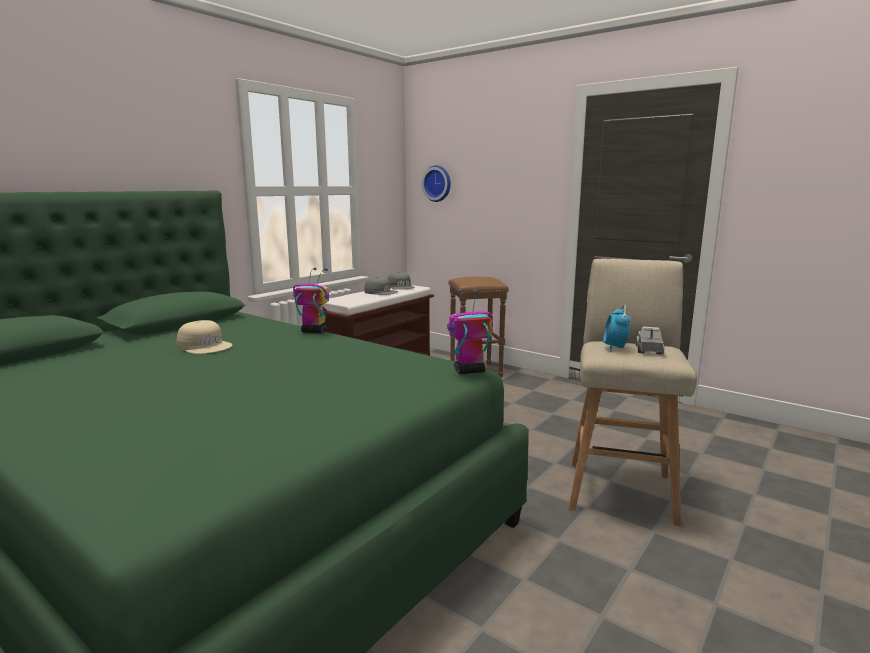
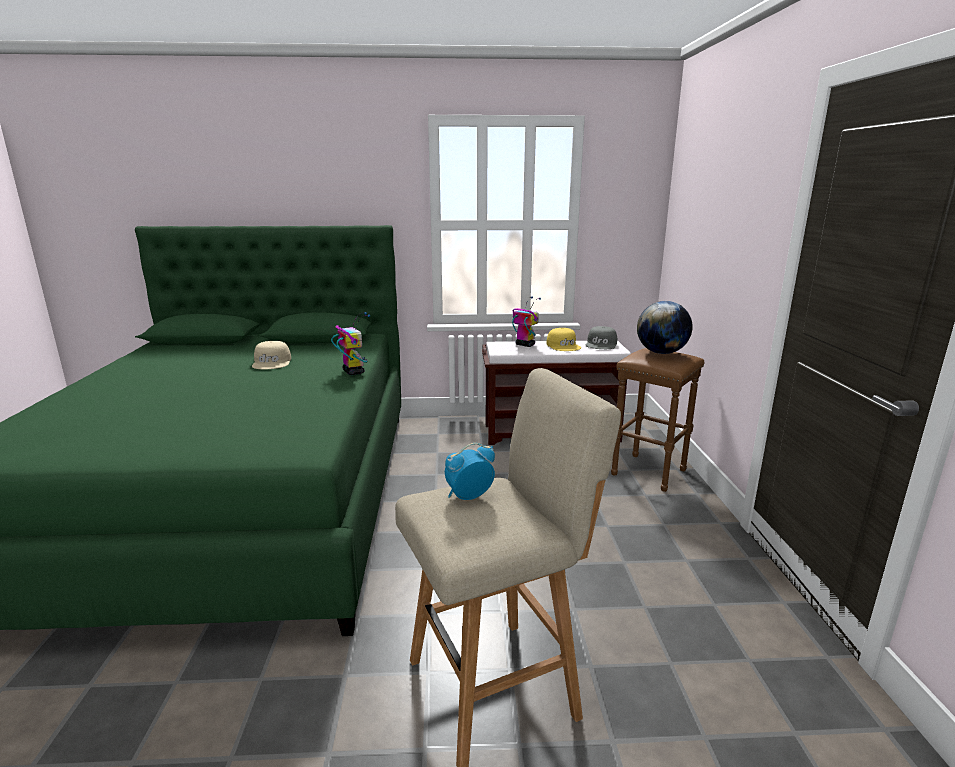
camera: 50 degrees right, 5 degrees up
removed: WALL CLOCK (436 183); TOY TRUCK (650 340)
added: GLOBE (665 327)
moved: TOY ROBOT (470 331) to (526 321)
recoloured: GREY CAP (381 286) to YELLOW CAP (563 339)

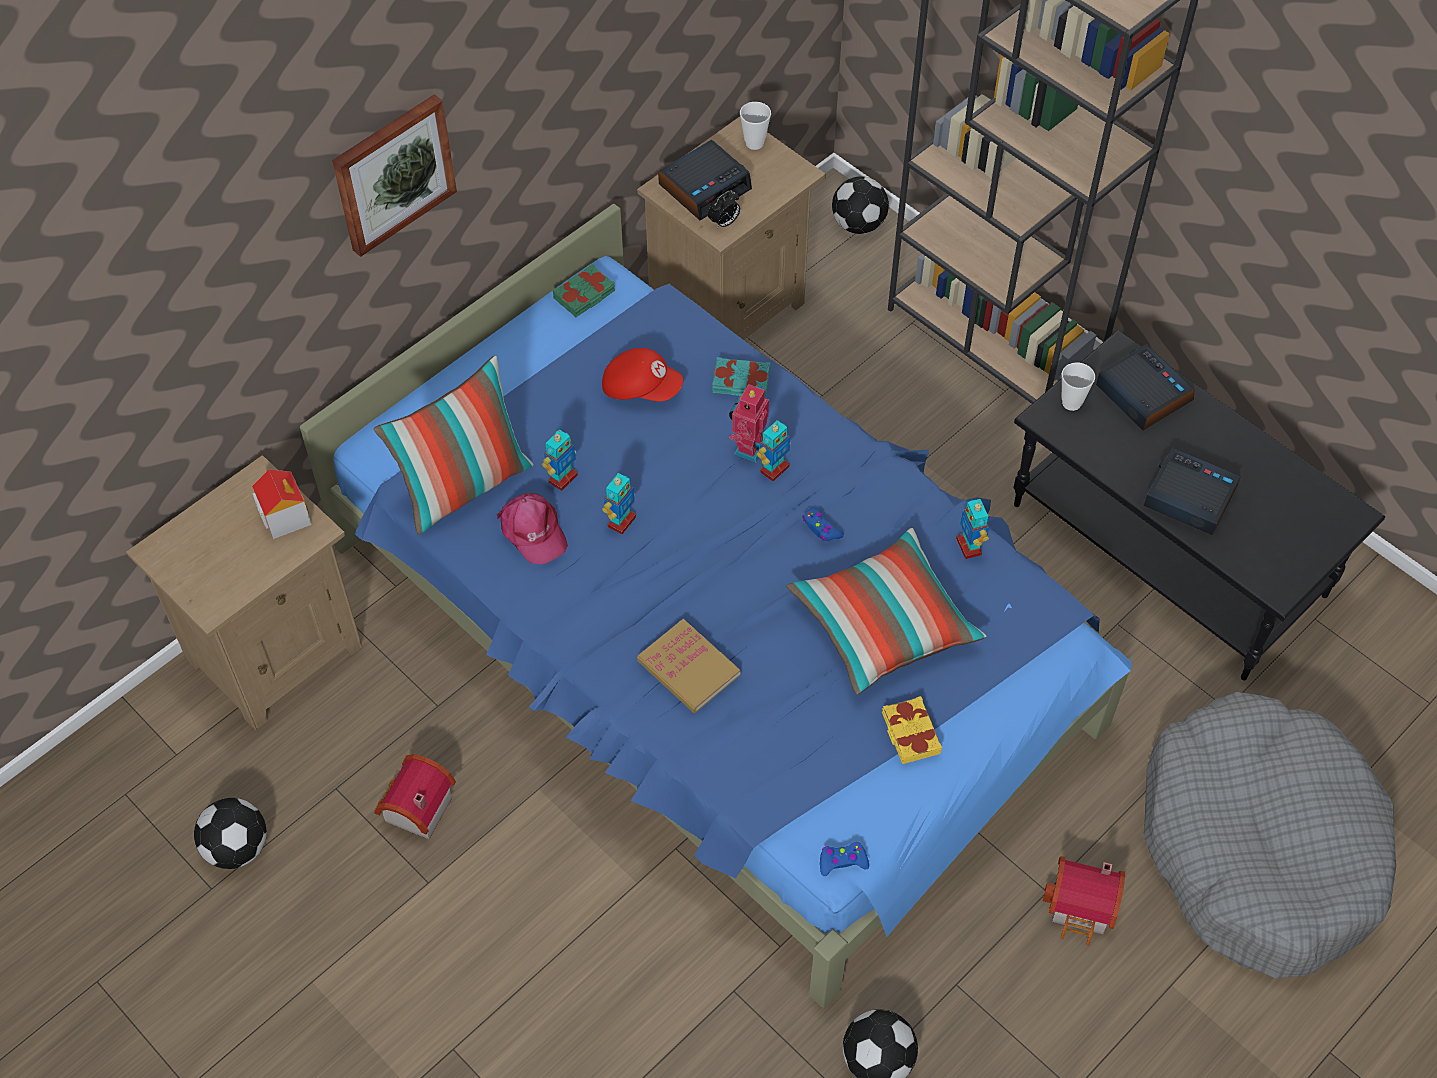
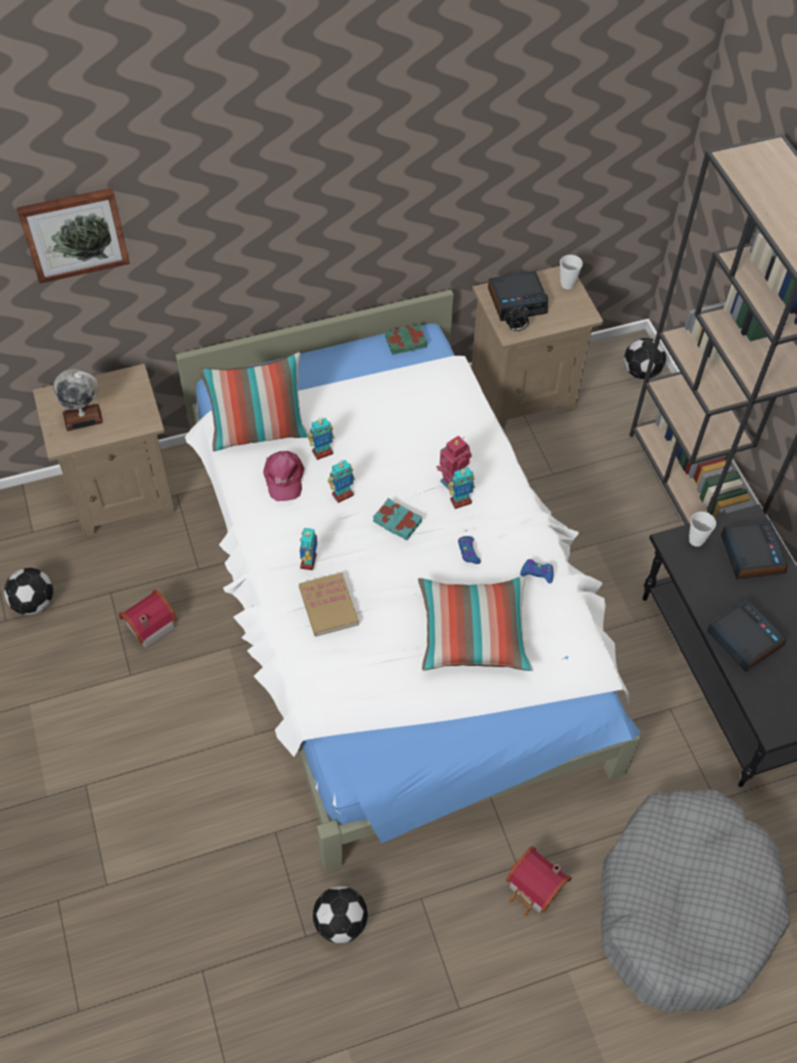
camera: 25 degrees right, 0 degrees up
removed: TOY HOUSE (282 504); RED CAP (642 375); YELLOW BOOK (912 730)
added: GLOBE (78 400)
moved: PICTURE (394 175) to (73 236); TURQUOISE BOOK (741 377) to (397 519); BLUE GAME CONTROLLER (844 859) to (537 571); TOY ROBOT (972 529) to (308 549)
recoloured: BLUE BED (716 606) to WHITE BED (408 580)

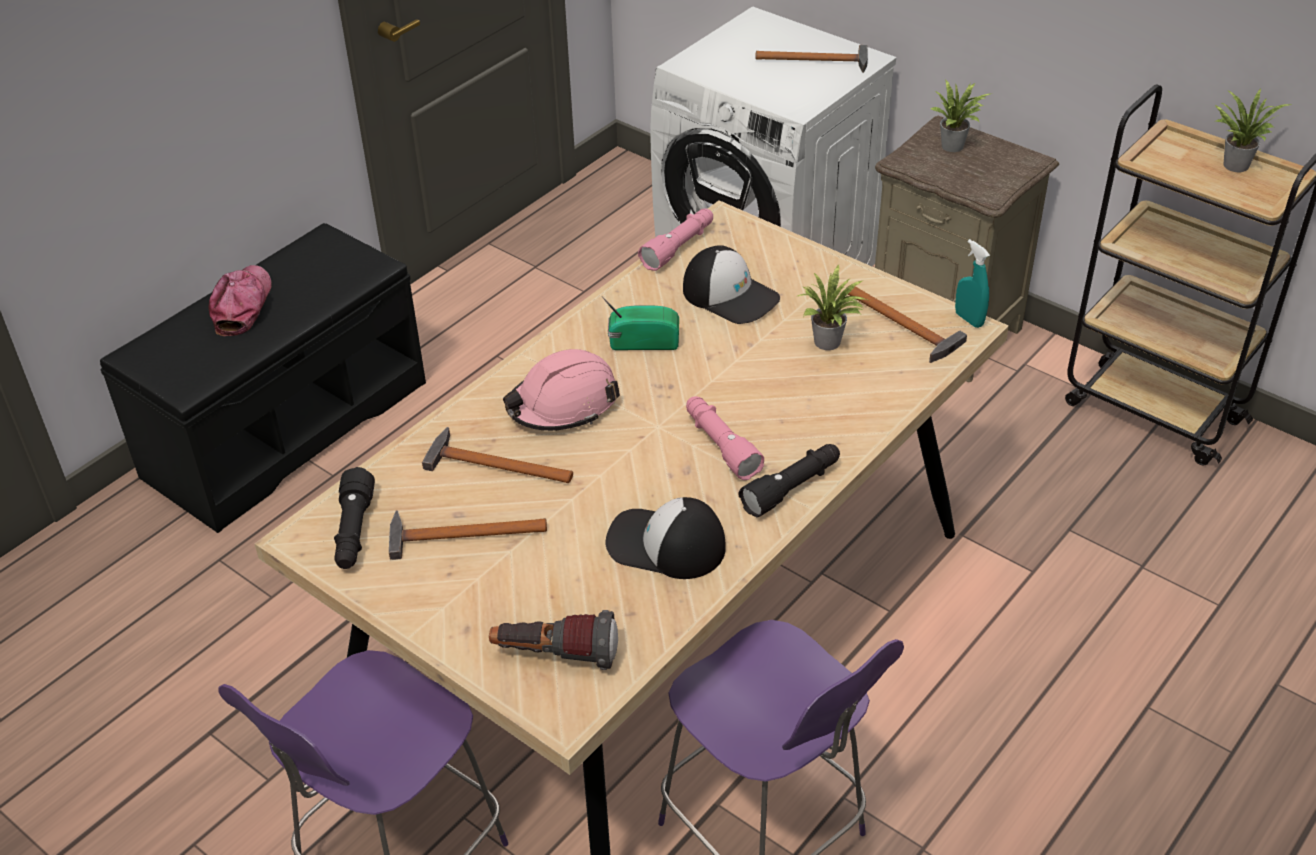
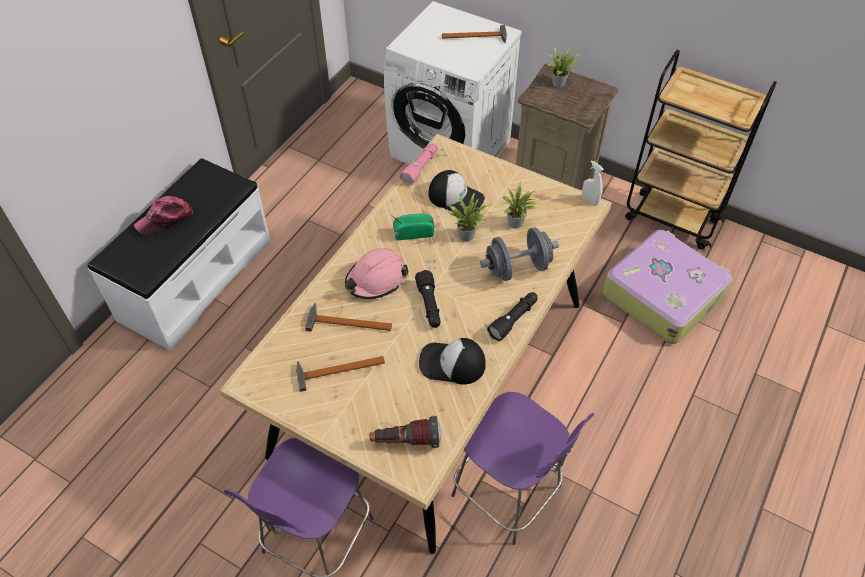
camera: 10 degrees left, 10 degrees up
removed: PINK FLASHLIGHT (725 438); HAMMER (907 324)
added: GREY DUMBBELL (519 254); SUITCASE (667 287)
moved: BLACK FLASHLIGHT (354 518) to (428 299); POTTED PLANT (1253 130) to (469 217)
recoloured: BLACK BENCH (263 378) to WHITE BENCH (179 255); TURQUOISE SPRAY BOTTLE (972 283) to WHITE SPRAY BOTTLE (593 183)
turned: CAP (240 300) = (163 216) 120 degrees counterclockwise

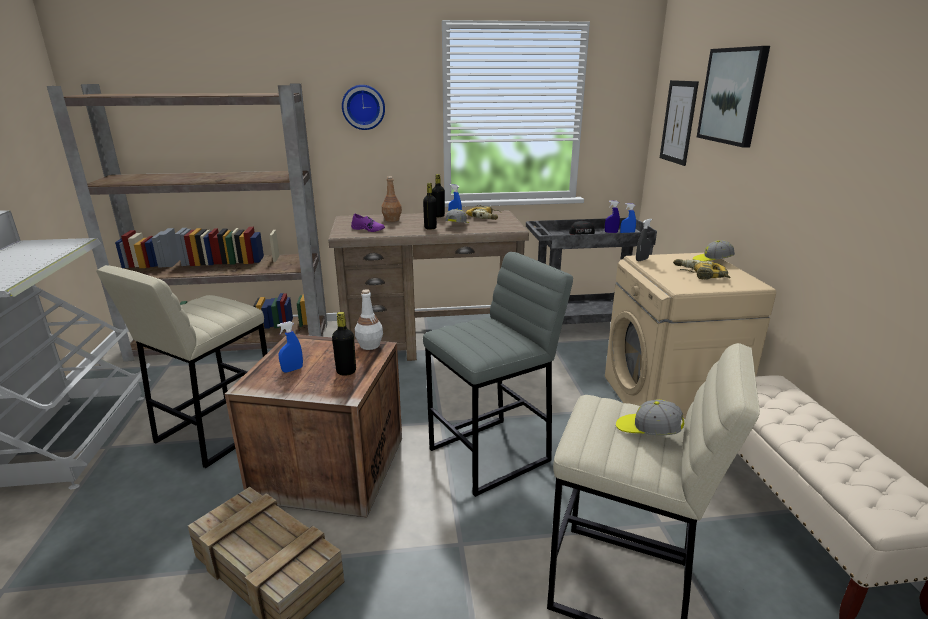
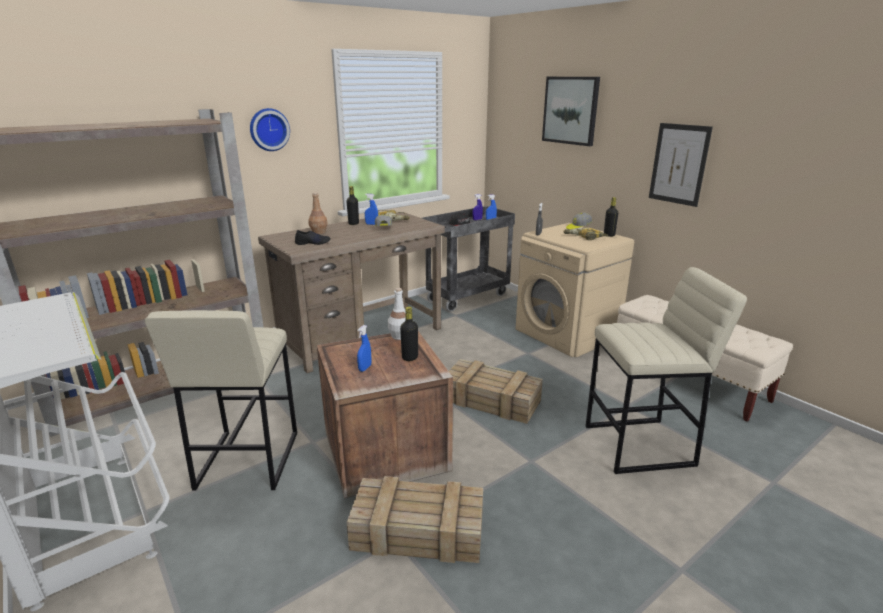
camera: 30 degrees left, 0 degrees up
removed: CAP (650 417)
moved: BLACK BOTTLE (430 206) to (611 217); PICTURE (679 123) to (681 165)
replaced: GREY STOOL (498 374) to CRATE (496 391)
recoloured: PURPLE SHOE (368 222) to BLACK SHOE (313 237)

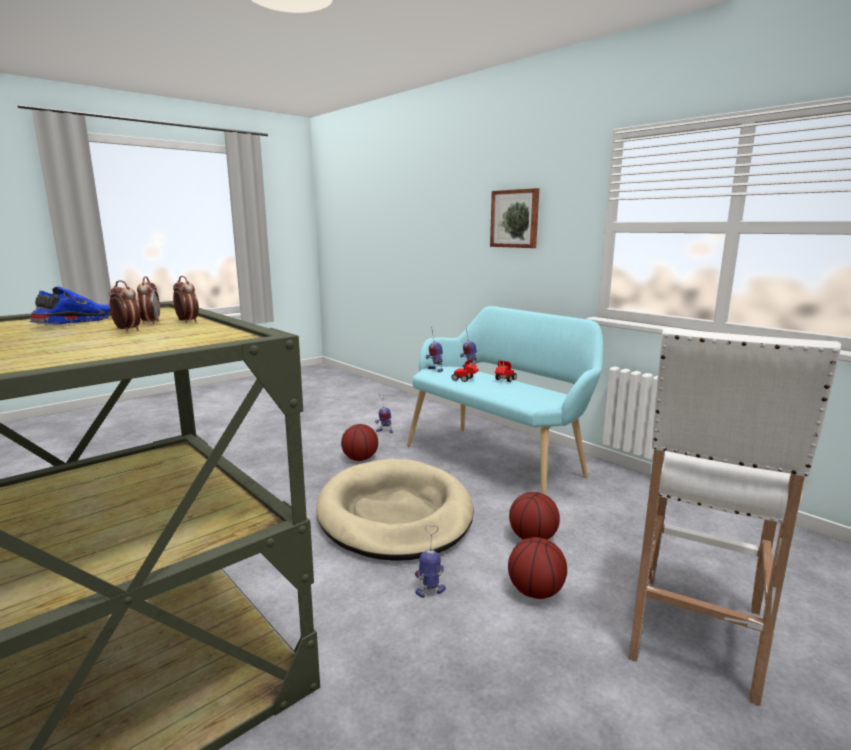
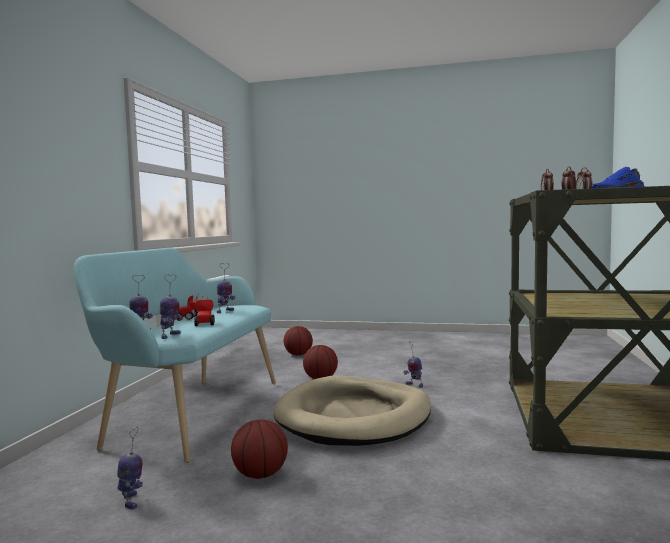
camera: 125 degrees left, 10 degrees down
removed: PICTURE (514 218); WHITE STOOL (734 516)
added: TOY ROBOT (226 288)
moved: BASKETBALL (537 568) to (298 340)

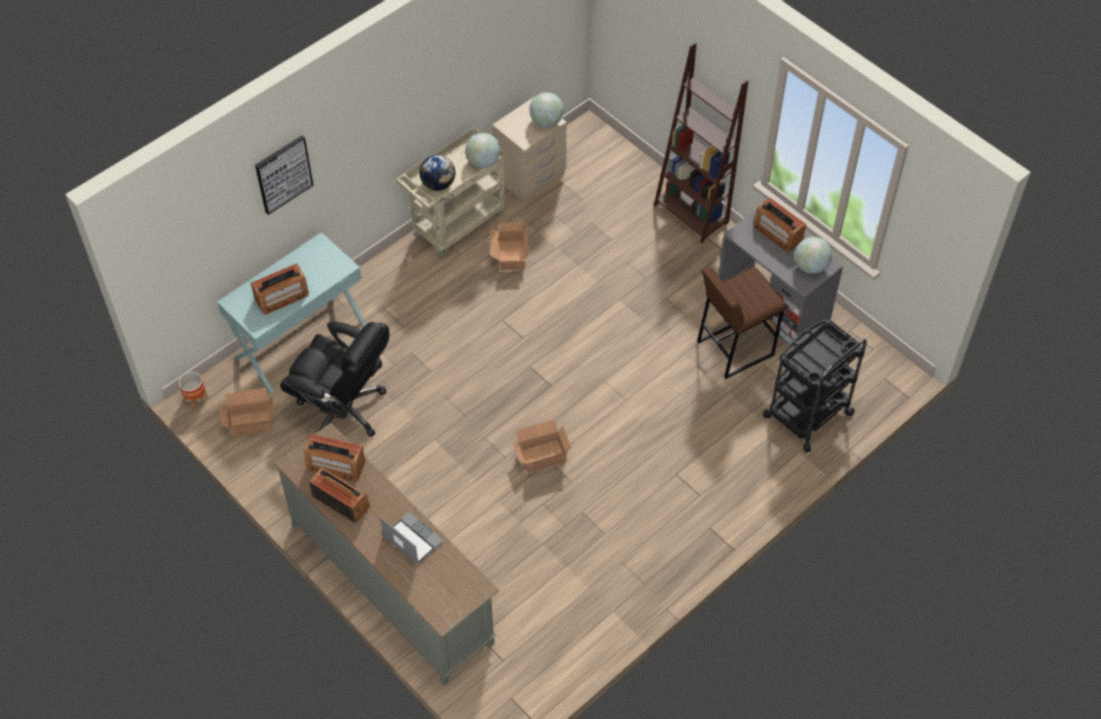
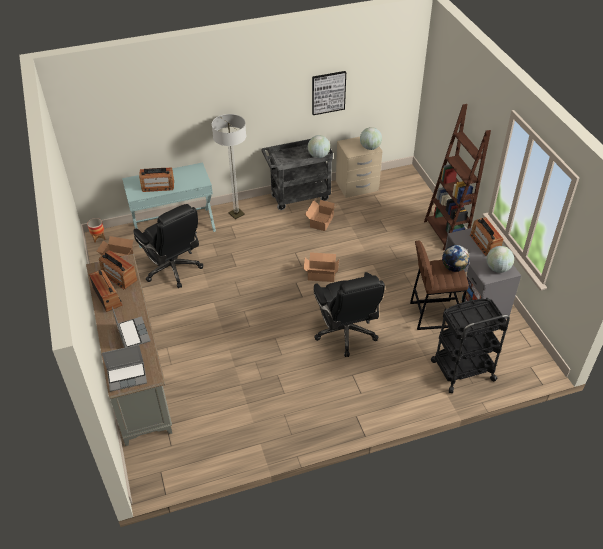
camera: 25 degrees right, 10 degrees down
added: LAPTOP (124 368); FLOOR LAMP (229 166); BLACK OFFICE CHAIR (349 314)
moved: PICTURE (284 175) to (329 93); GLOBE (437 173) to (456 258); CARDBOARD BOX (541 446) to (321 267)
recoloured: BEIGE CART (451 192) to BLACK CART (297 174)

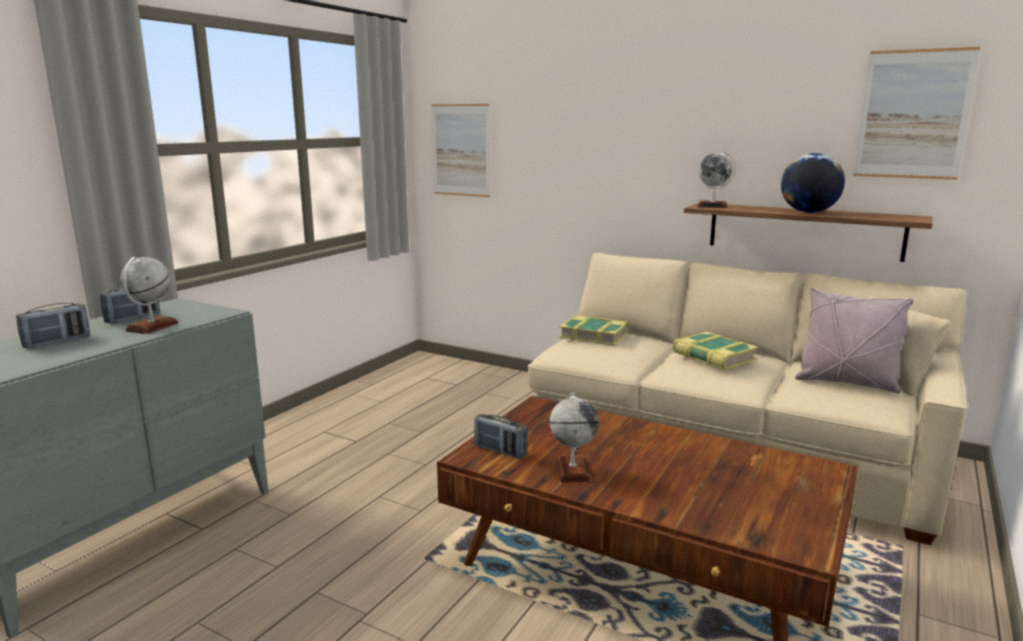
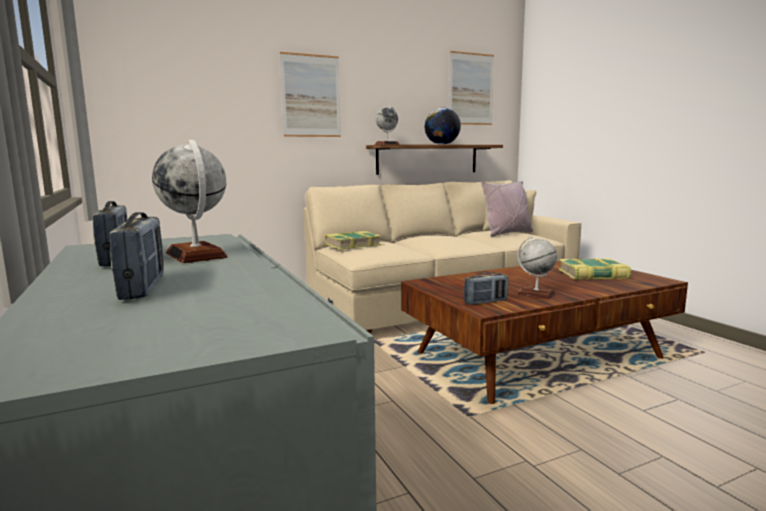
camera: 55 degrees left, 5 degrees down
moved: PICTURE (461 150) to (310 94); BOOK (715 351) to (595 269)

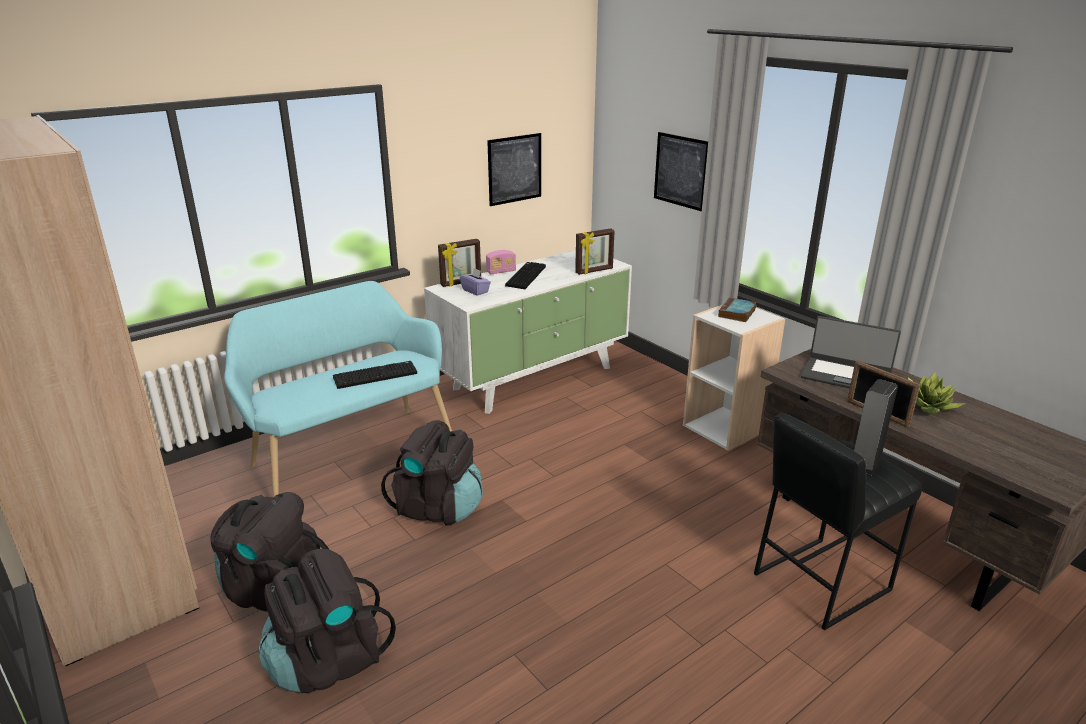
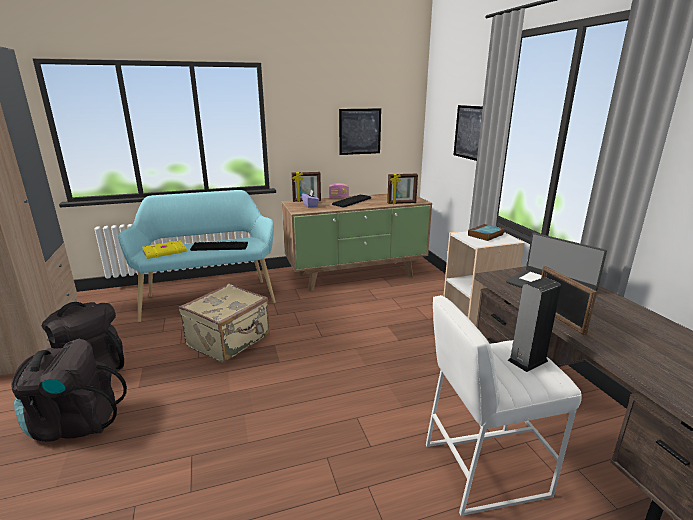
camera: 20 degrees right, 5 degrees down
removed: POTTED PLANT (937 392)
added: YELLOW BOOK (164 249)
replaced: BLACK BACKPACK (432 472) to BEIGE SUITCASE (224 323)
recoloured: WHITE DRESSER (528 332) to GREEN DRESSER (357 242); BLACK STOOL (838 522) to WHITE STOOL (504 405)

